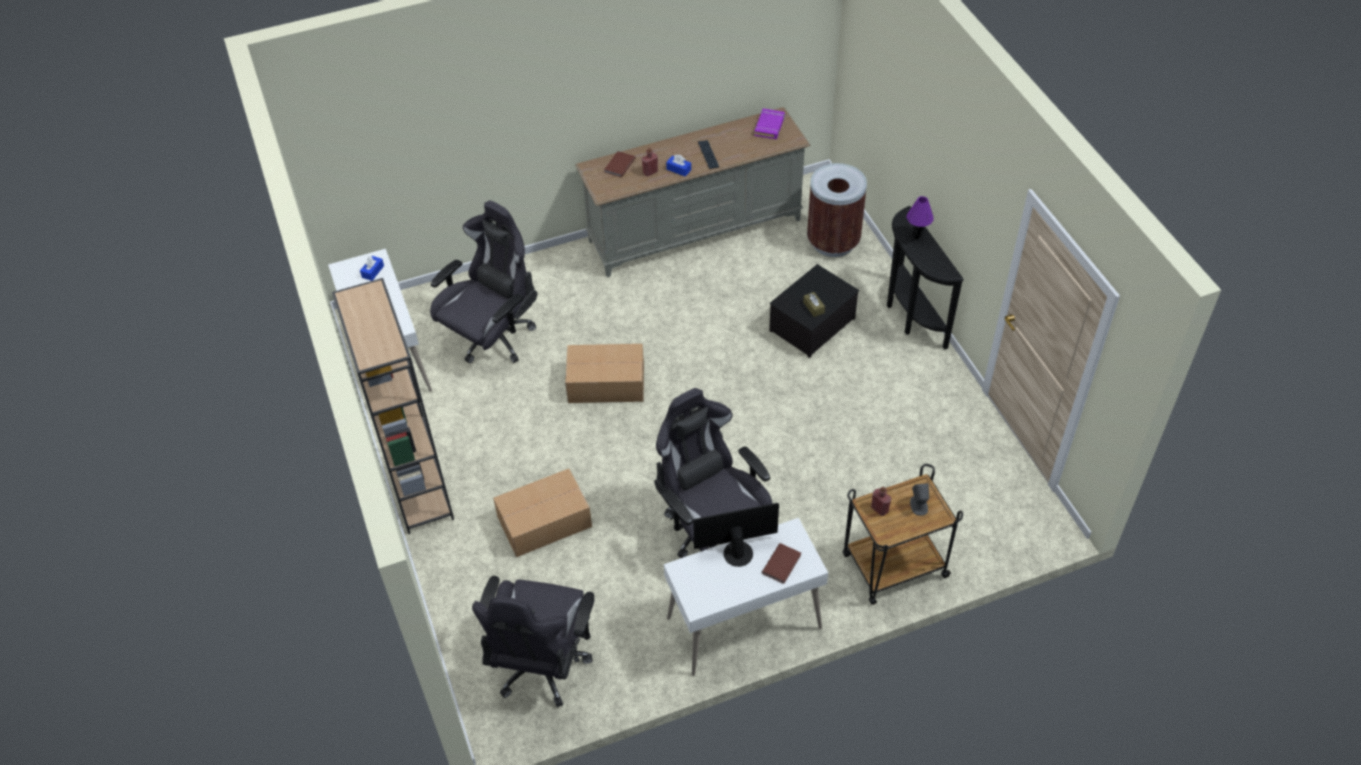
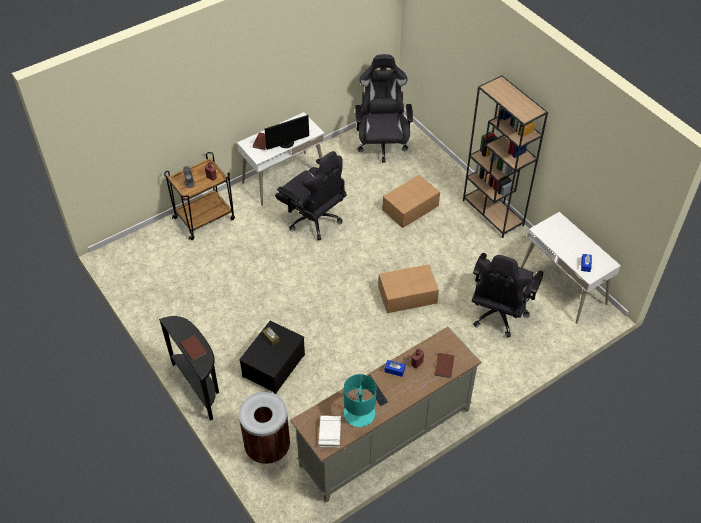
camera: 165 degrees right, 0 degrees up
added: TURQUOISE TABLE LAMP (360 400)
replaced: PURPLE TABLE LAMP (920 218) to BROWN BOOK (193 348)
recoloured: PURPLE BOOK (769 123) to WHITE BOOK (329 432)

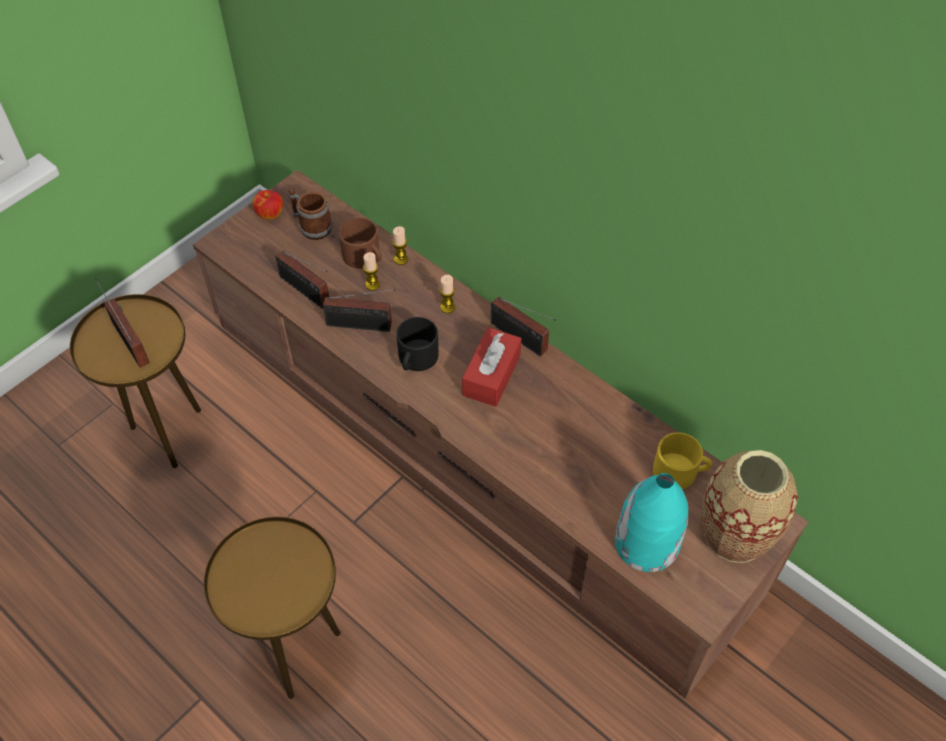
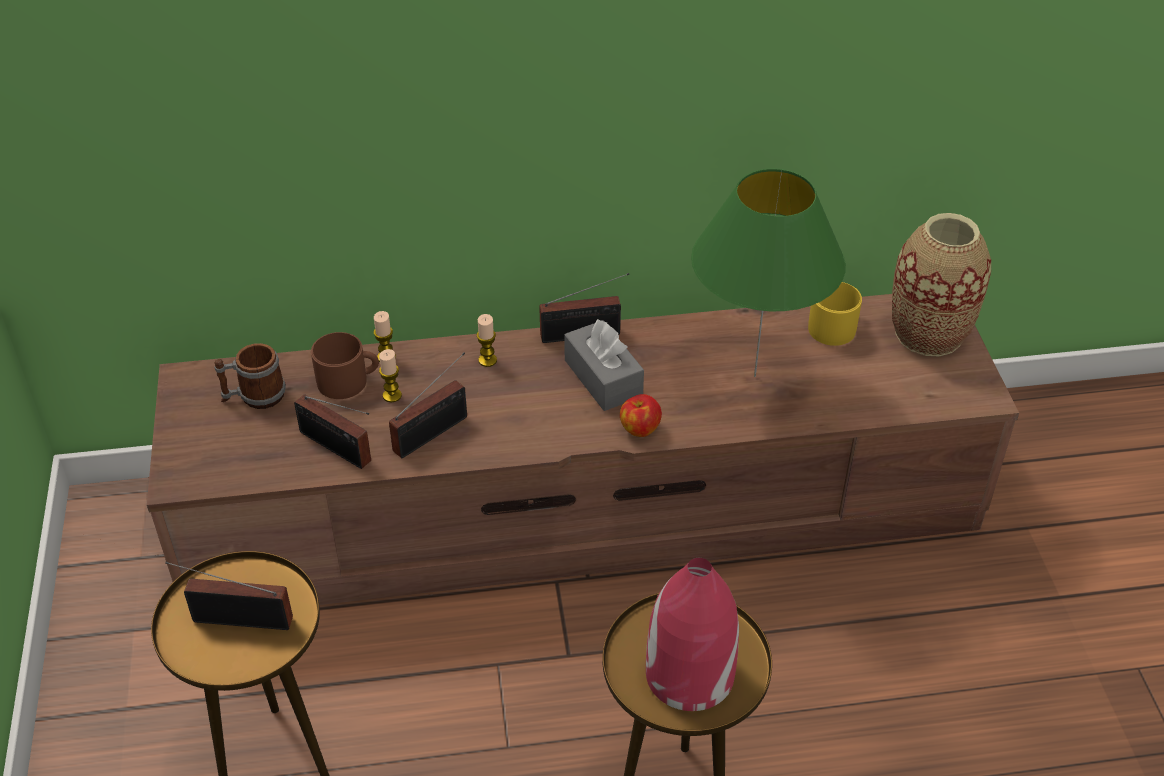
camera: 50 degrees left, 10 degrees down
removed: BLACK MUG (417 344); TURQUOISE VASE (651 522)
added: RED VASE (692 634); GREEN TABLE LAMP (768 272)
moved: APPLE (268 205) to (641 415)
recoloured: RED TISSUE BOX (491 367) to GREY TISSUE BOX (604 365)
turned: RADIO (302 280) = (332 431) 45 degrees clockwise

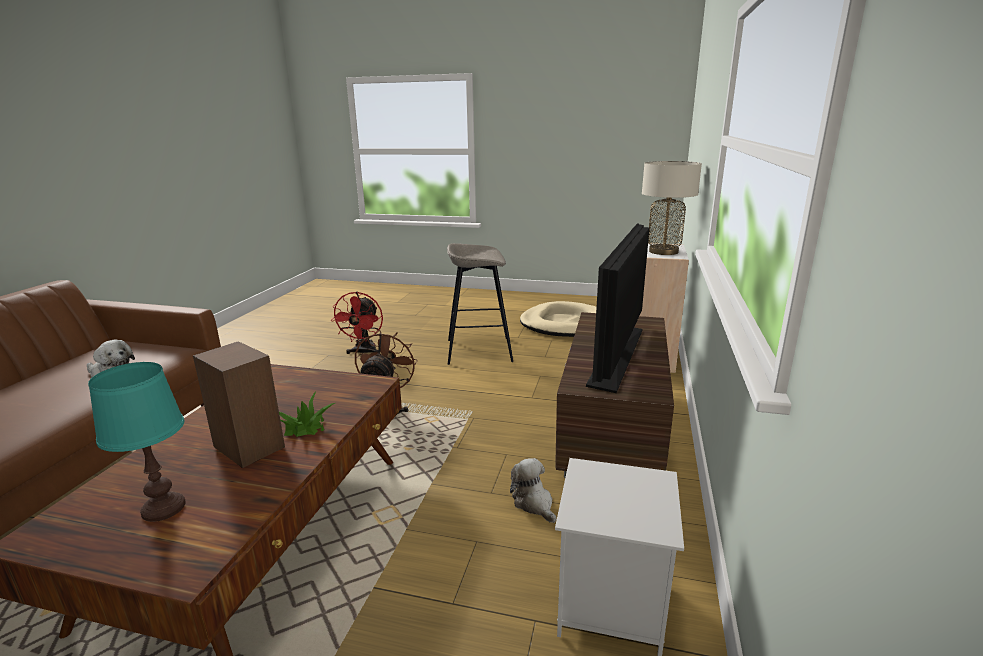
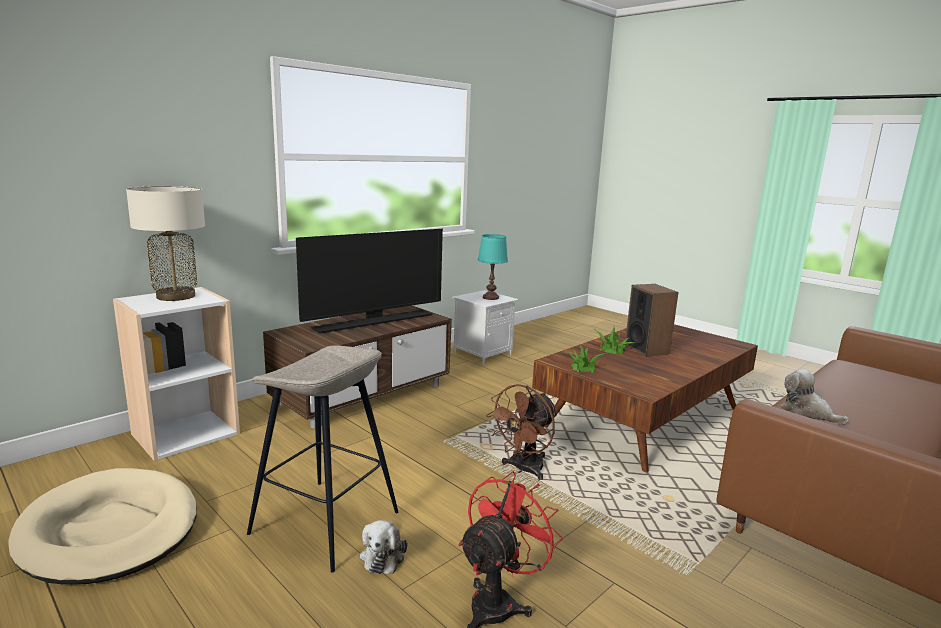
camera: 150 degrees left, 5 degrees down
added: POTTED PLANT (587 358)
moved: TURQUOISE TABLE LAMP (137 442) to (493 267); PLUSH TOY (533 490) to (383 547)

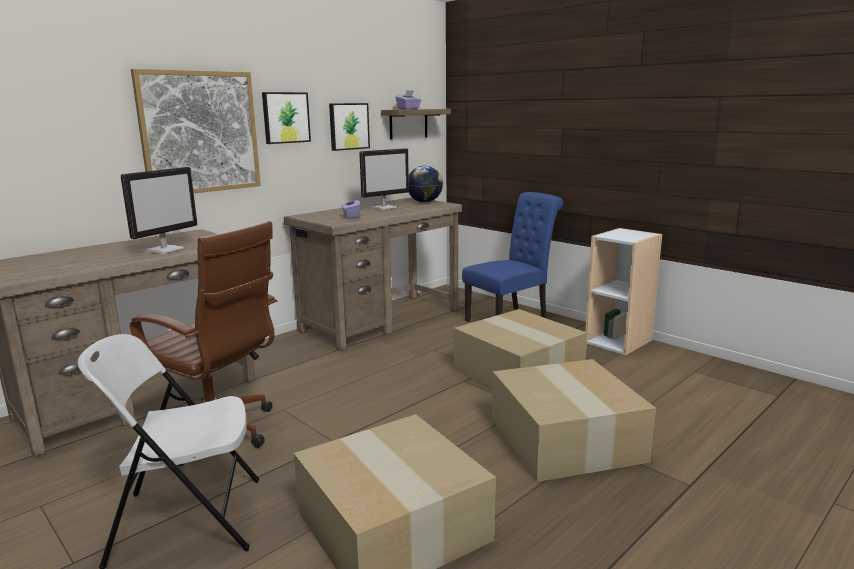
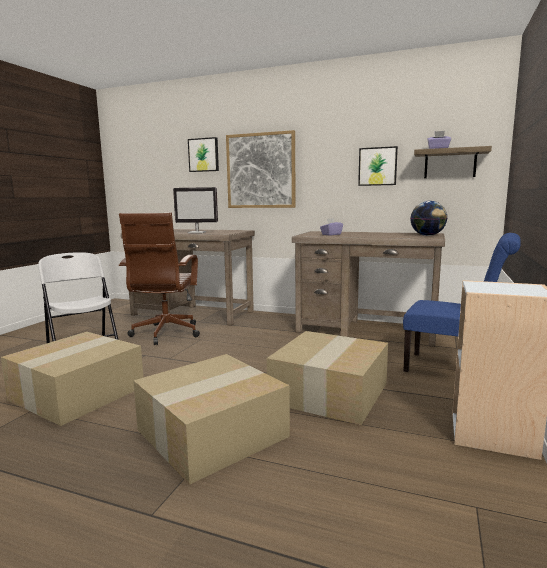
camera: 65 degrees right, 5 degrees down
removed: MONITOR (384 179)
moved: PICTURE (286 118) to (203 154)

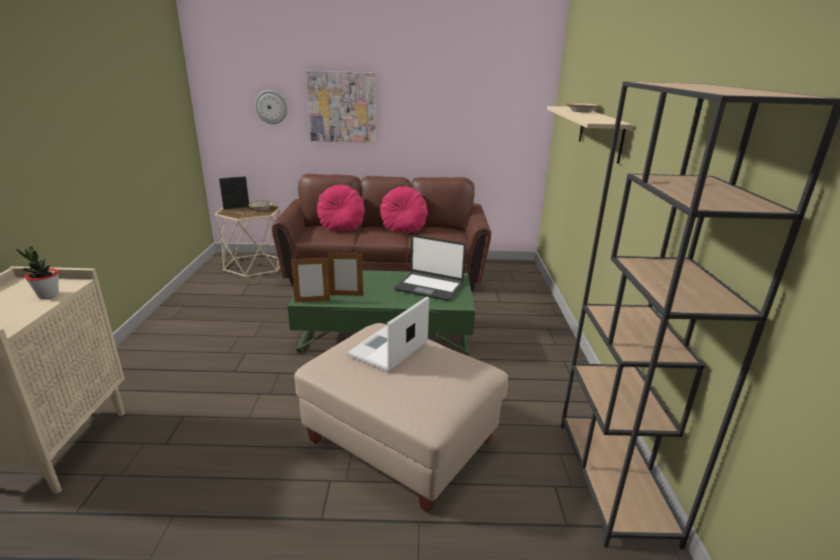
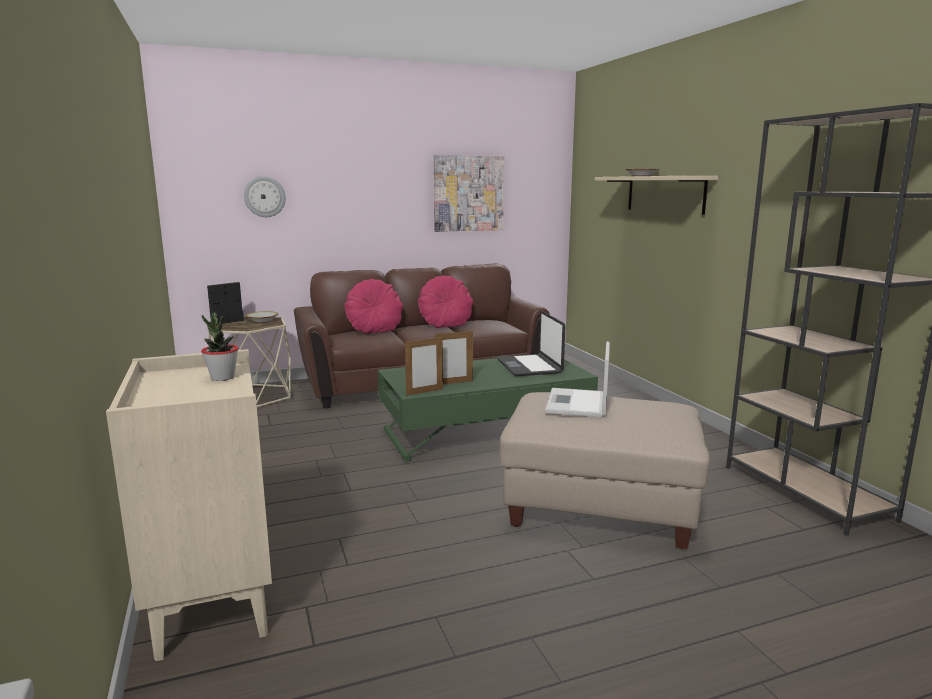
camera: 20 degrees left, 10 degrees down
moved: PICTURE (341 107) to (469 193)
turned: LAPTOP (430 268) = (531 343) 75 degrees clockwise

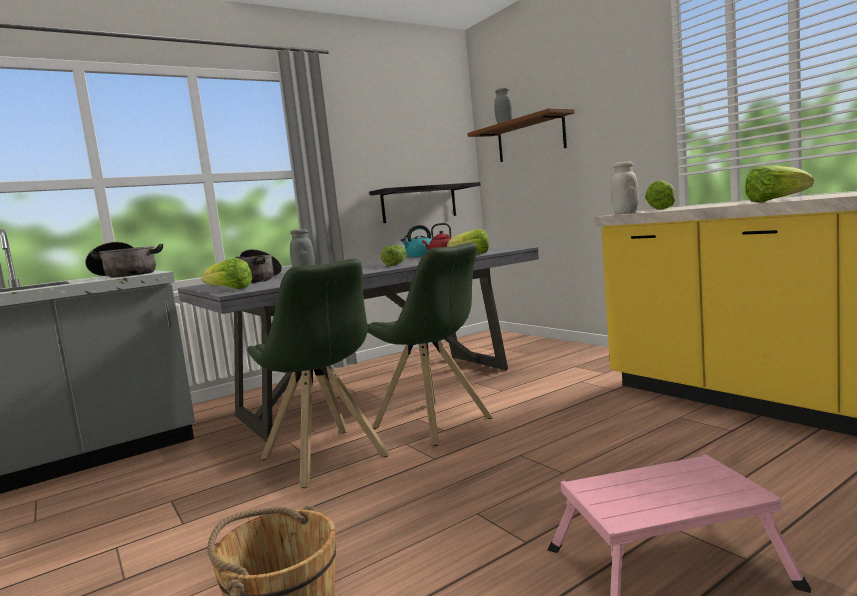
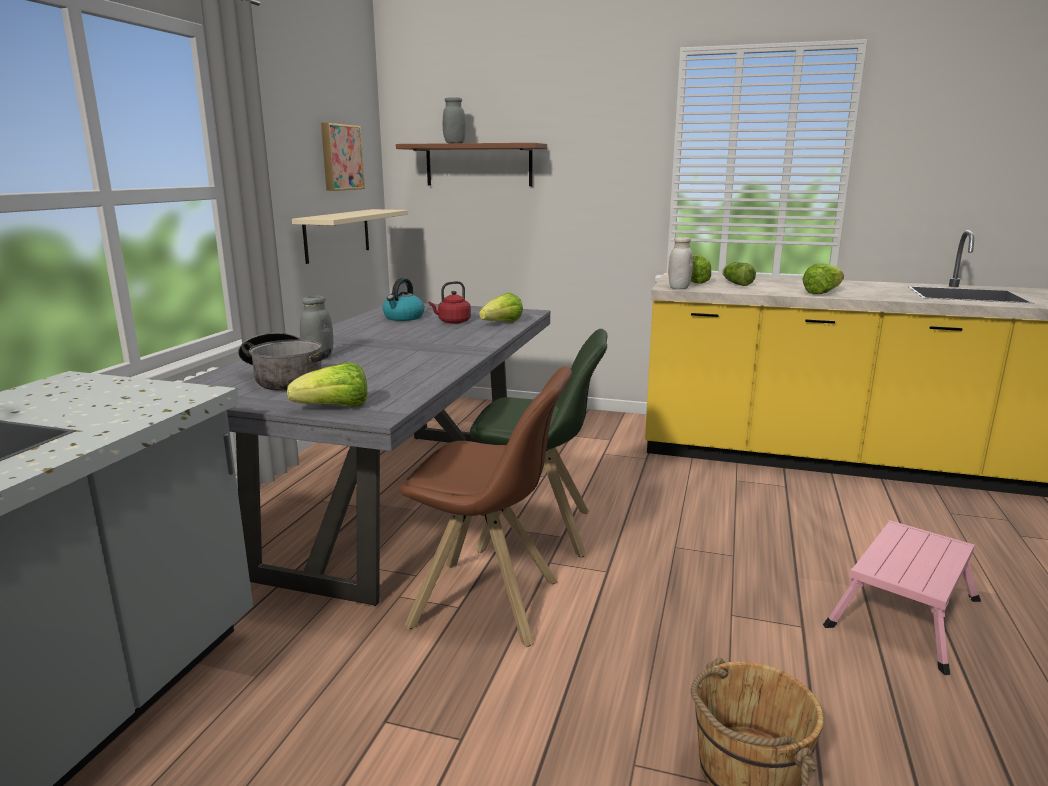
camera: 40 degrees left, 10 degrees up
removed: COOKING POT (124 260)
added: PICTURE (343 157)
moved: LETTUCE (394 255) to (739 274)
recoloured: GREEN CHAIR (318 373) to BROWN CHAIR (486 506); BLACK SHELF (425 202) to BEIGE SHELF (350 236)

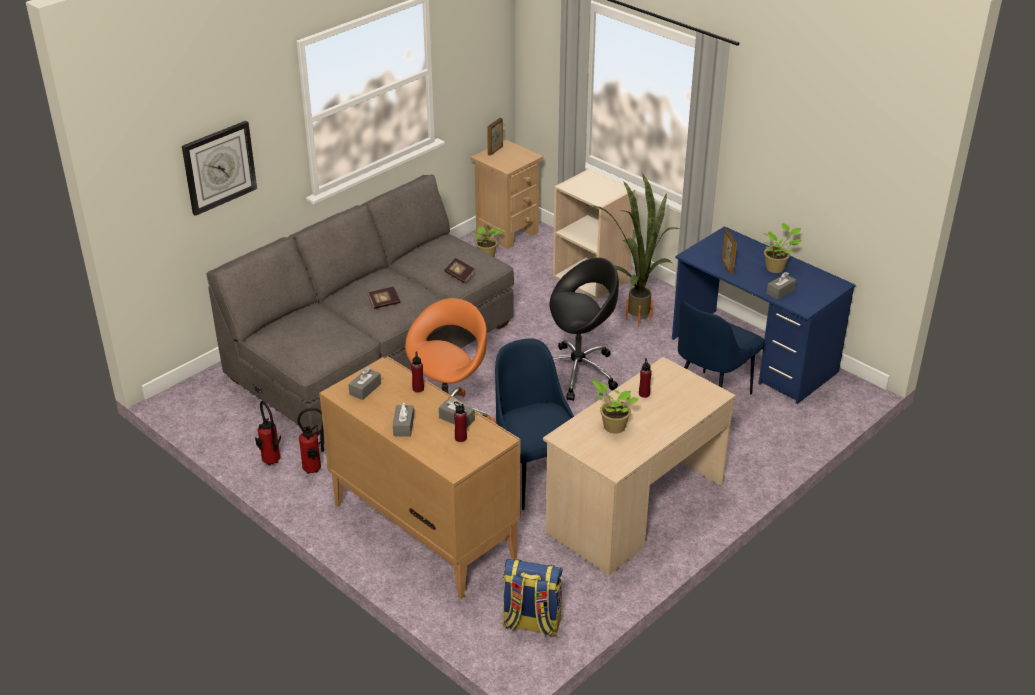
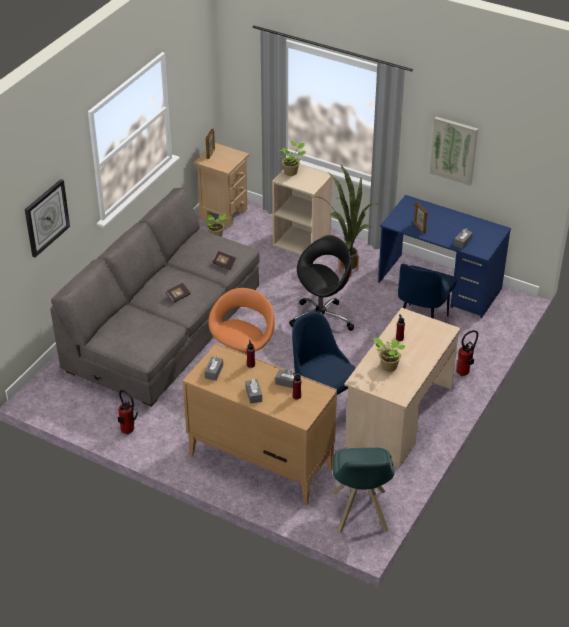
camera: 15 degrees left, 5 degrees up
added: PICTURE (454 151)
moved: FIRE EXTINGUISHER (310 441) to (467 353); POTTED PLANT (782 248) to (293 158)
replaced: BACKPACK (532 598) to TURQUOISE CHAIR (363 490)

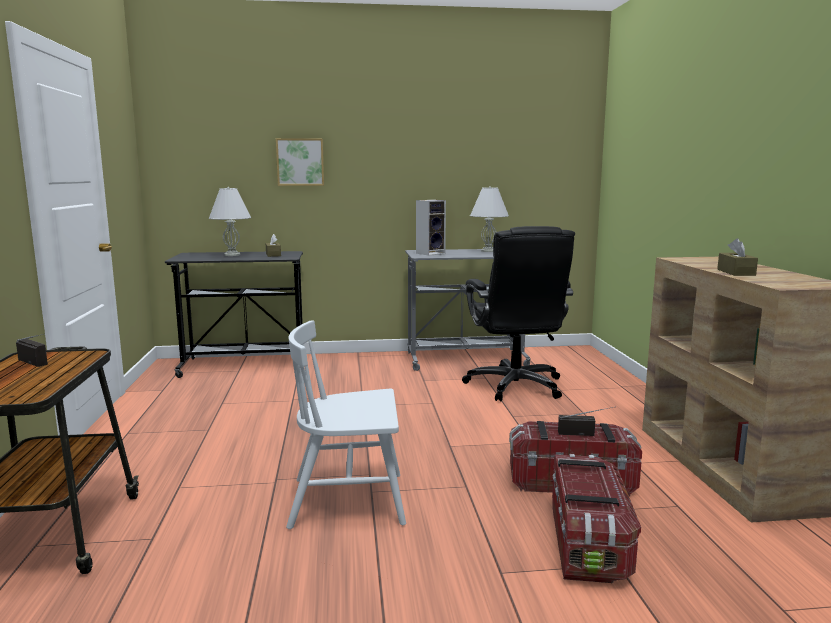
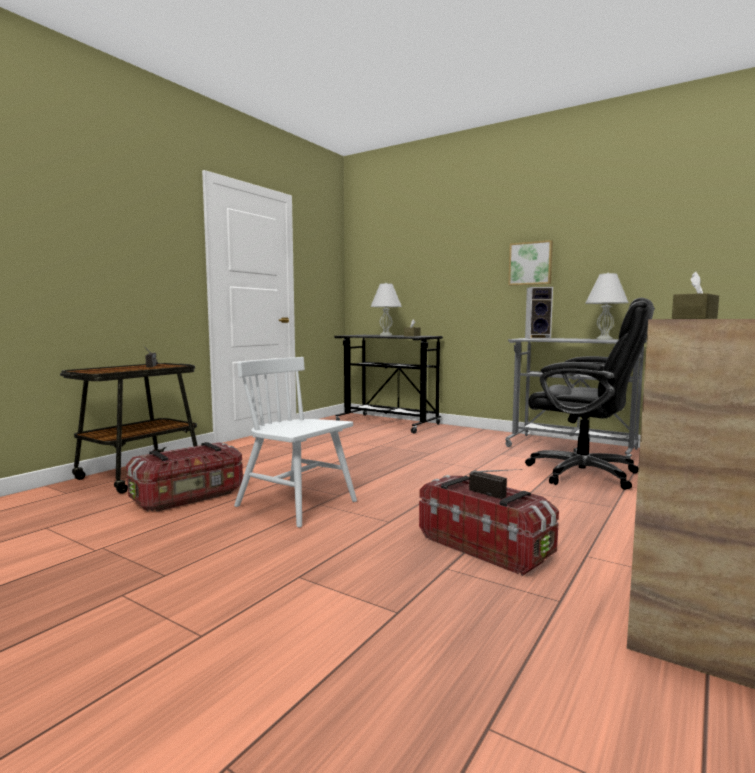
camera: 40 degrees right, 5 degrees down
moved: PICTURE (300 162) to (530 262); STORAGE BOX (596 518) to (184 476)
turned: BLACK OFFICE CHAIR (518 314) = (590 394) 90 degrees counterclockwise

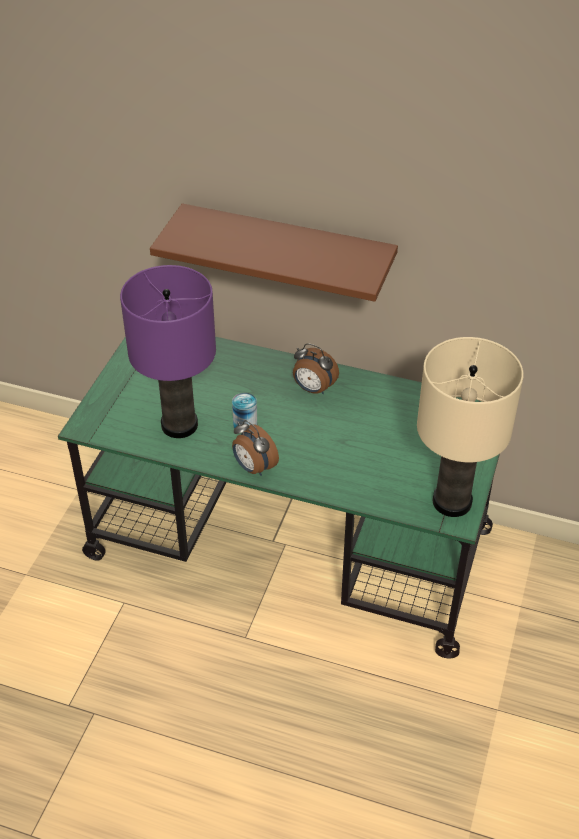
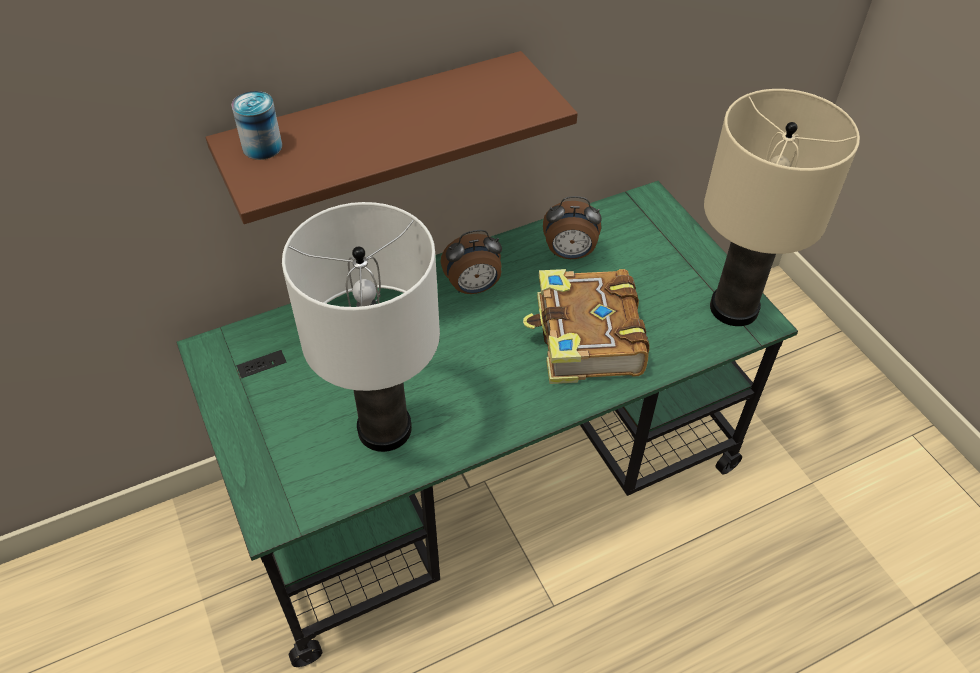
camera: 45 degrees left, 5 degrees up
added: BOOK (586 326)
moved: CAN (244 411) to (256 125); ALARM CLOCK (255 448) to (572 227)
recoloured: PURPLE TABLE LAMP (168 351) to WHITE TABLE LAMP (361 327)

